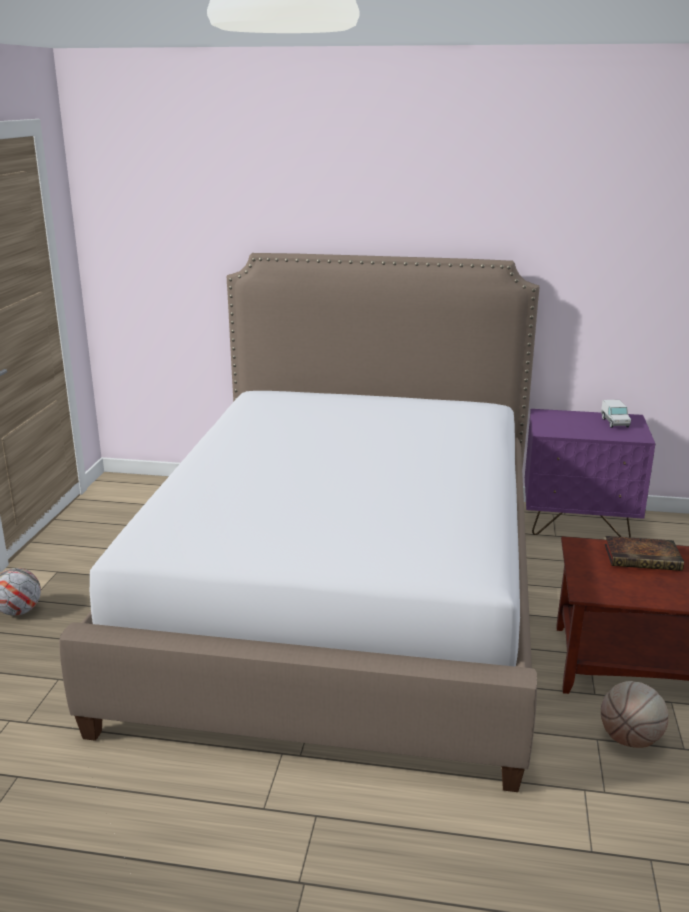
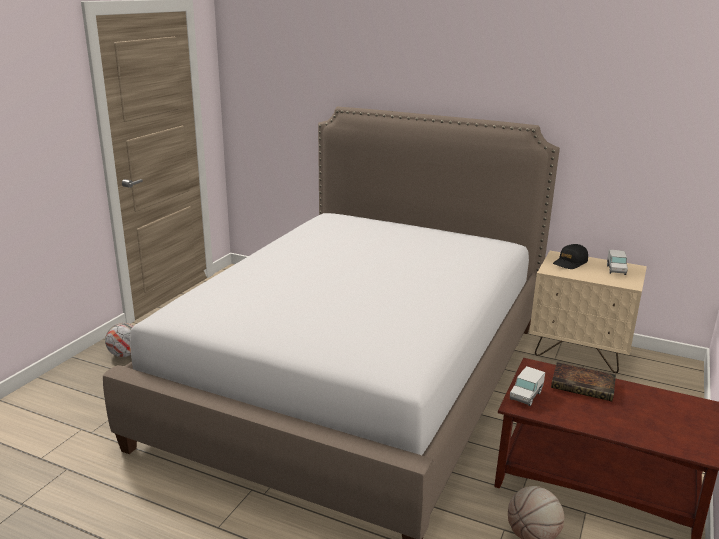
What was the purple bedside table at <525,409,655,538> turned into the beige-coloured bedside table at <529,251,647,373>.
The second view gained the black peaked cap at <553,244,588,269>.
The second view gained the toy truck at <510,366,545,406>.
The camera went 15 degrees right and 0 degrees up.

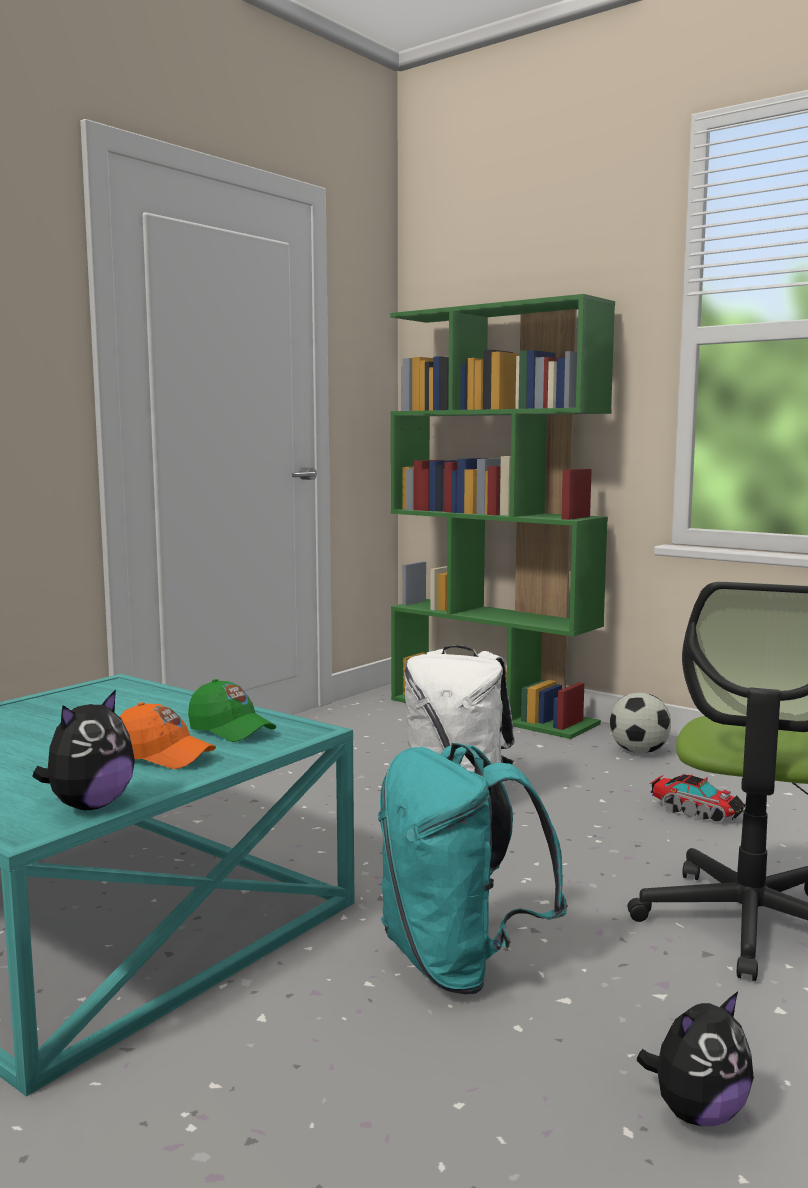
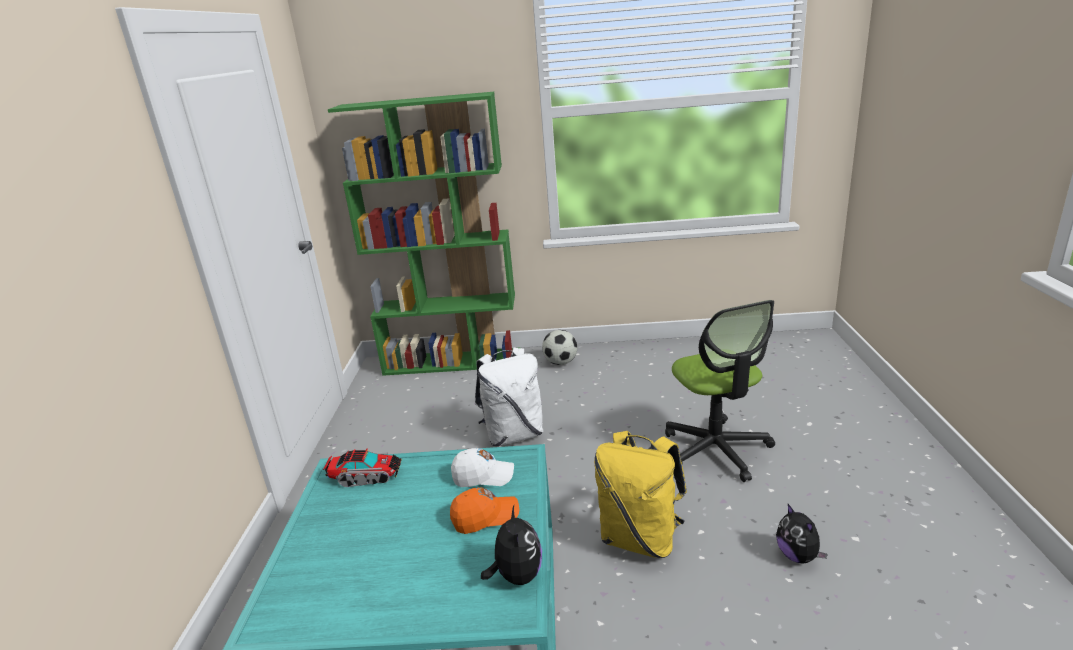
What was the greenish peaked cap at <188,679,276,742> turned into the whitish peaked cap at <451,448,514,487>.
What was the turquoise rucksack at <378,743,568,994> turned into the yellow rucksack at <594,431,687,558>.
The toy truck ended up elsewhere, having gone from <650,774,746,822> to <323,448,402,487>.
The soft toy at <637,992,754,1126> ended up facing another way, 135 degrees clockwise from before.
The camera went 35 degrees left and 15 degrees up.

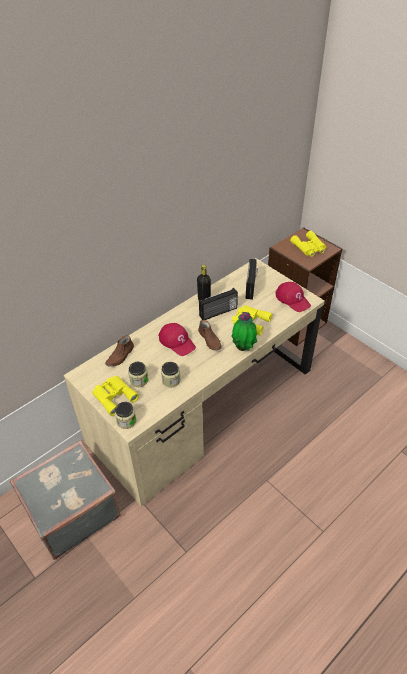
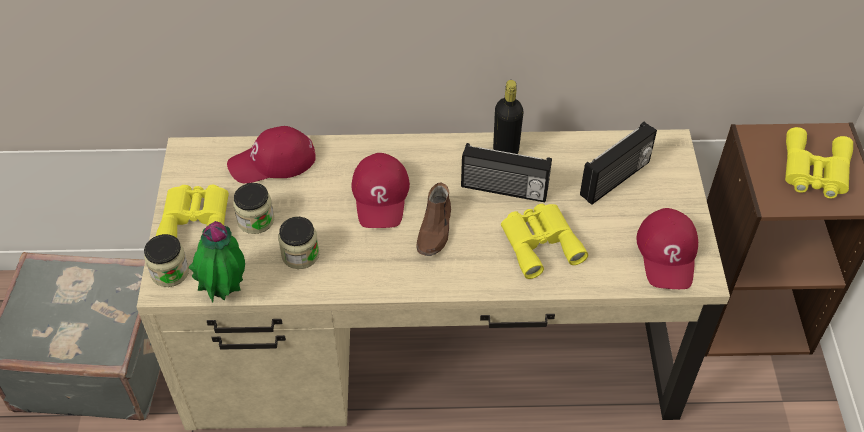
The potted plant ended up elsewhere, having gone from <231,312,258,351> to <189,221,245,303>.
Where the brownish shoe stood at <105,335,134,367>, the red peaked cap came to stand at <227,126,316,183>.
The camera went 40 degrees right and 5 degrees up.

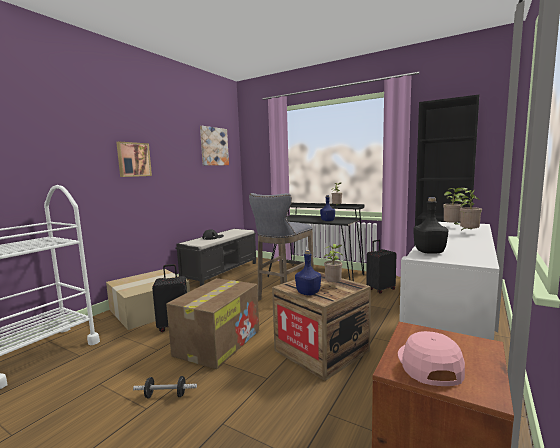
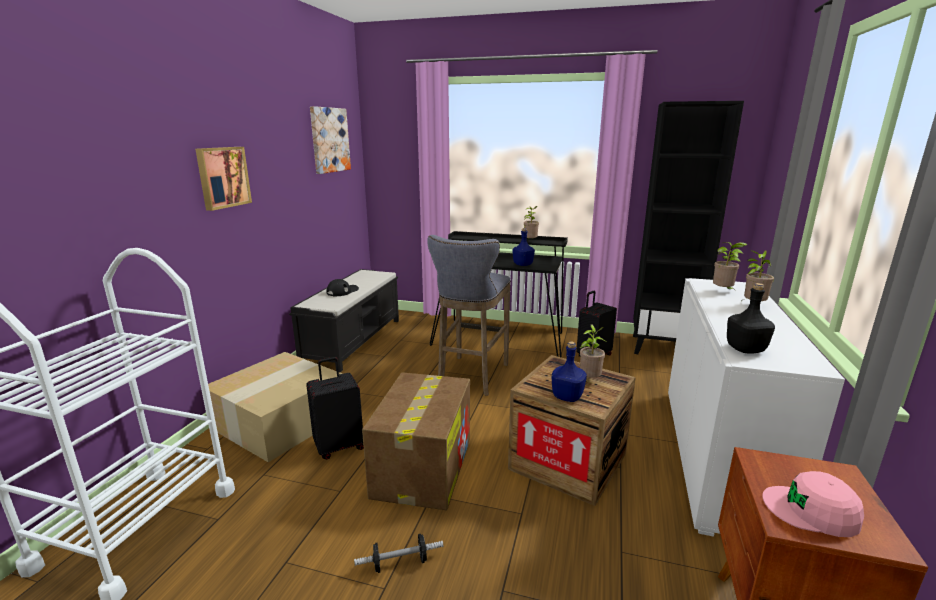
The pink peaked cap at <398,331,465,386> ended up facing another way, 60 degrees counterclockwise from before.
The camera went 15 degrees left and 10 degrees up.

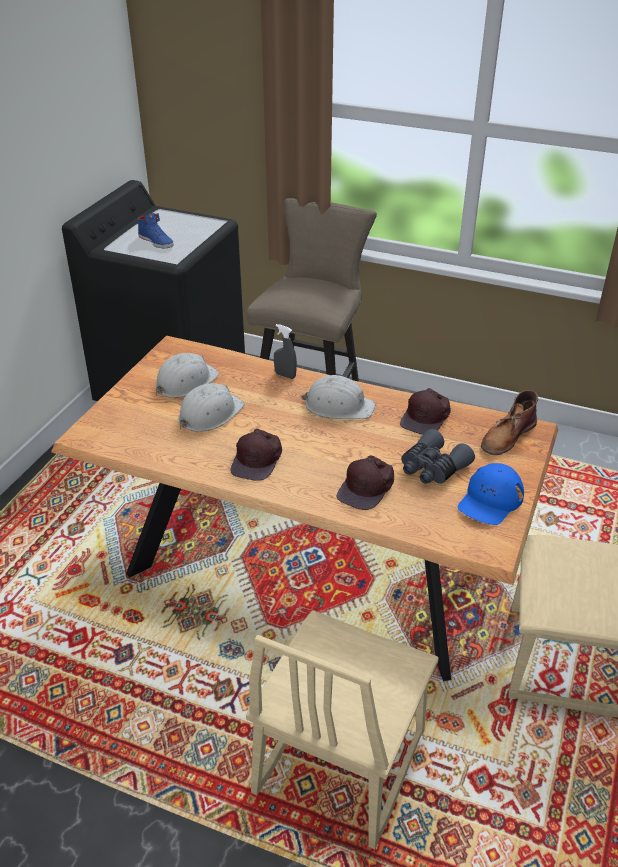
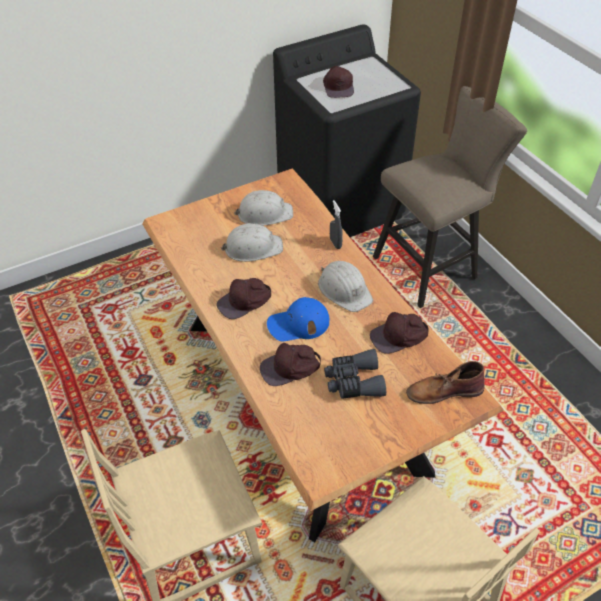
Where the blue-coloured shoe stood at <137,213,174,248>, the brownish peaked cap came to stand at <323,66,354,98>.
The blue-coloured peaked cap ended up elsewhere, having gone from <458,463,524,525> to <267,297,329,341>.
The camera went 40 degrees right and 10 degrees up.

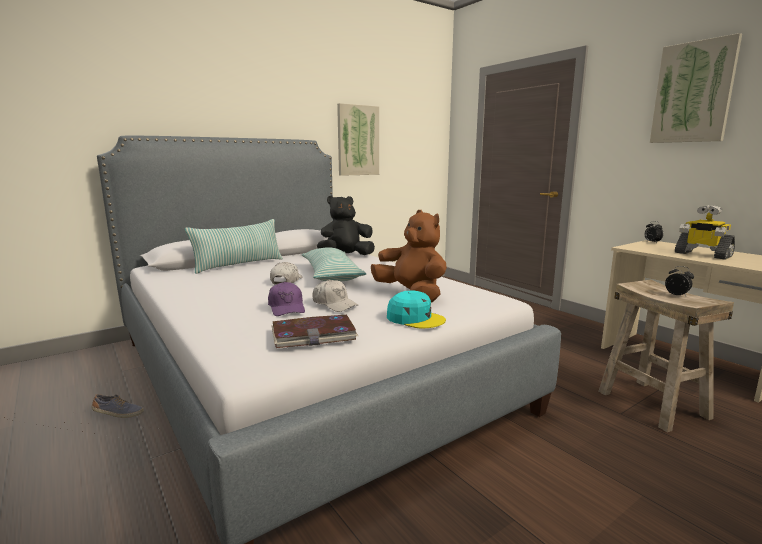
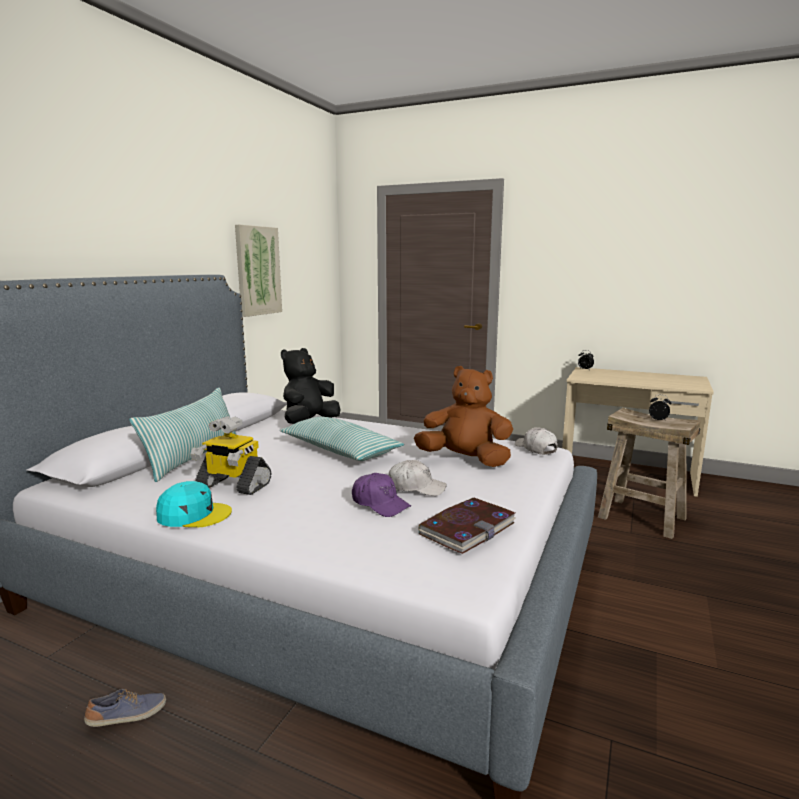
The second view lost the wall art at <650,33,742,143>.
The model robot ended up elsewhere, having gone from <675,205,735,260> to <190,416,271,495>.
The whitish peaked cap ended up elsewhere, having gone from <270,262,303,284> to <515,427,557,455>.
The turquoise peaked cap ended up elsewhere, having gone from <387,291,446,328> to <156,481,232,528>.
The camera went 30 degrees left and 0 degrees up.

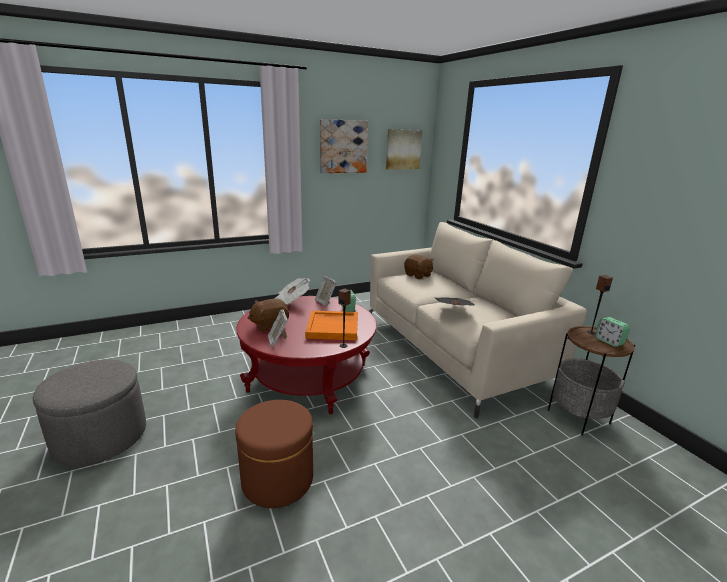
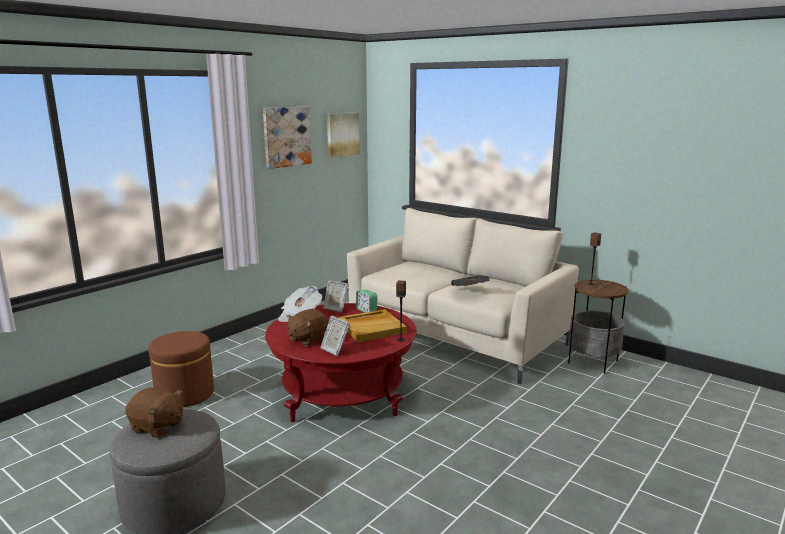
The brownish soft toy ended up elsewhere, having gone from <404,254,434,279> to <125,387,183,438>.
What was the orangey serving tray at <305,311,358,340> turned into the beige-coloured serving tray at <339,309,407,342>.
The second view lost the table clock at <595,317,630,347>.
The brownish footrest ended up elsewhere, having gone from <235,400,313,508> to <148,331,214,407>.
The camera went 25 degrees left and 5 degrees down.

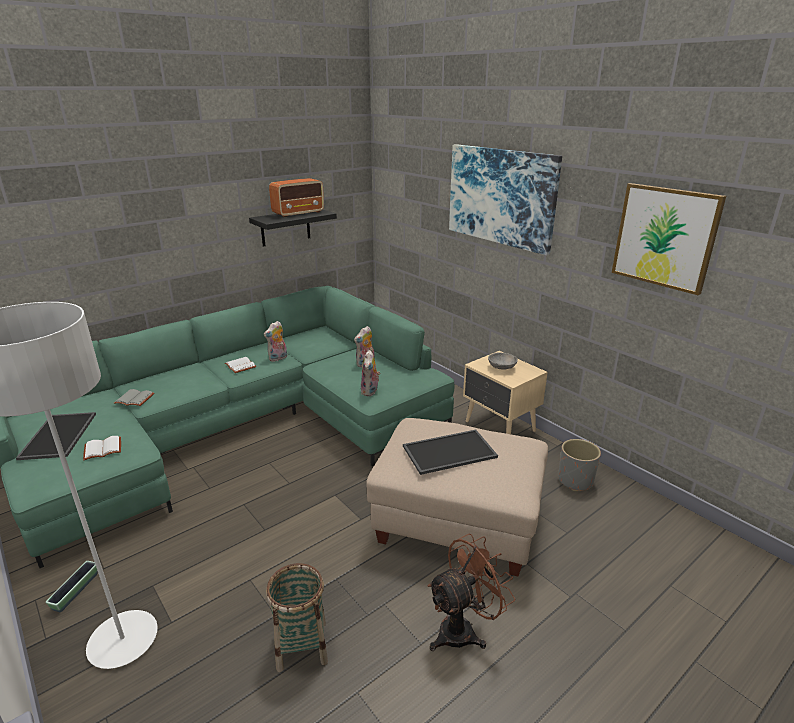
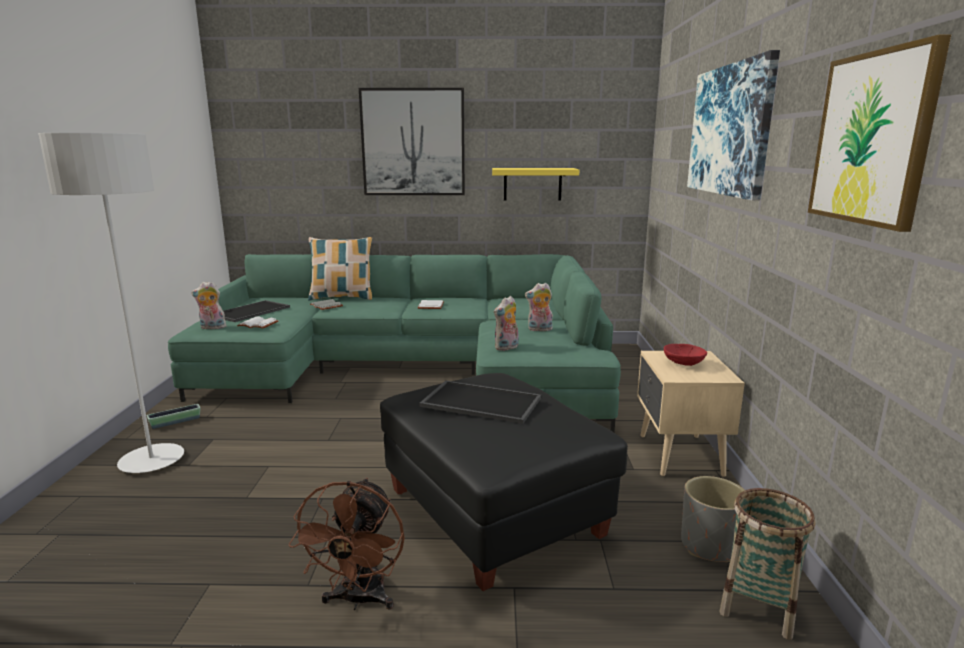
The second view lost the radio at <269,178,324,217>.
What was the black shelf at <249,210,337,247> turned into the yellow shelf at <492,168,579,201>.
The soft toy ended up elsewhere, having gone from <264,321,287,362> to <191,281,228,329>.
What was the grey bowl at <488,352,518,369> turned into the red bowl at <664,344,707,366>.
What was the beige-coloured footrest at <366,418,548,577> turned into the black footrest at <380,373,628,591>.
The brownish electric fan at <427,534,515,651> ended up facing another way, 90 degrees clockwise from before.
The household basket ended up elsewhere, having gone from <266,563,328,672> to <719,488,816,640>.
The second view gained the wall art at <359,88,465,195>.
The second view gained the cushion at <308,237,372,301>.
The camera went 40 degrees right and 10 degrees down.

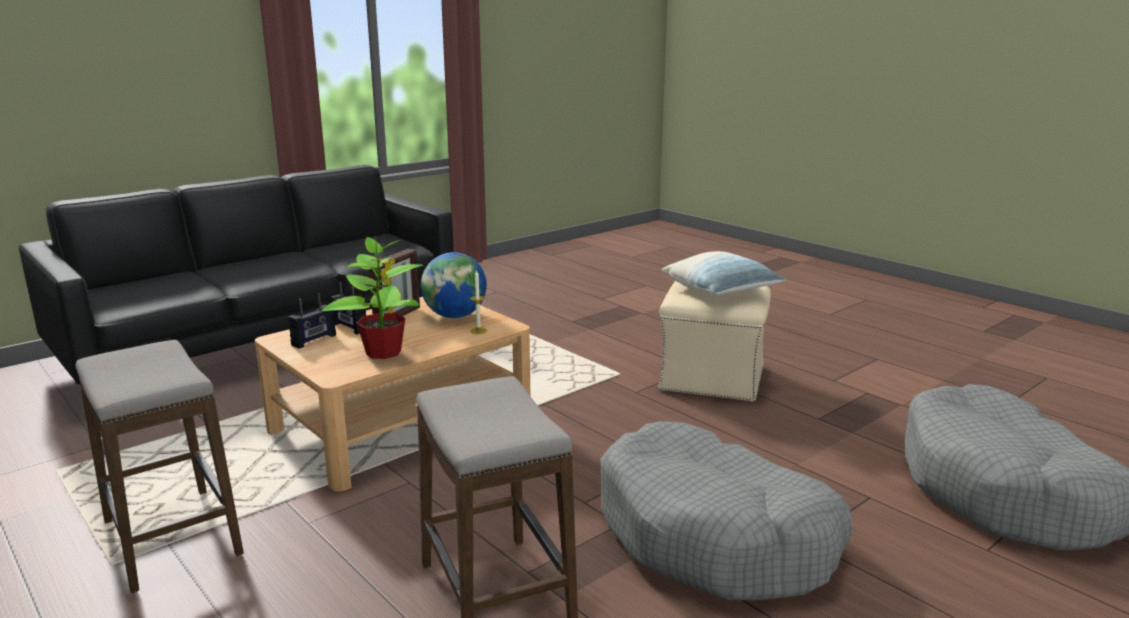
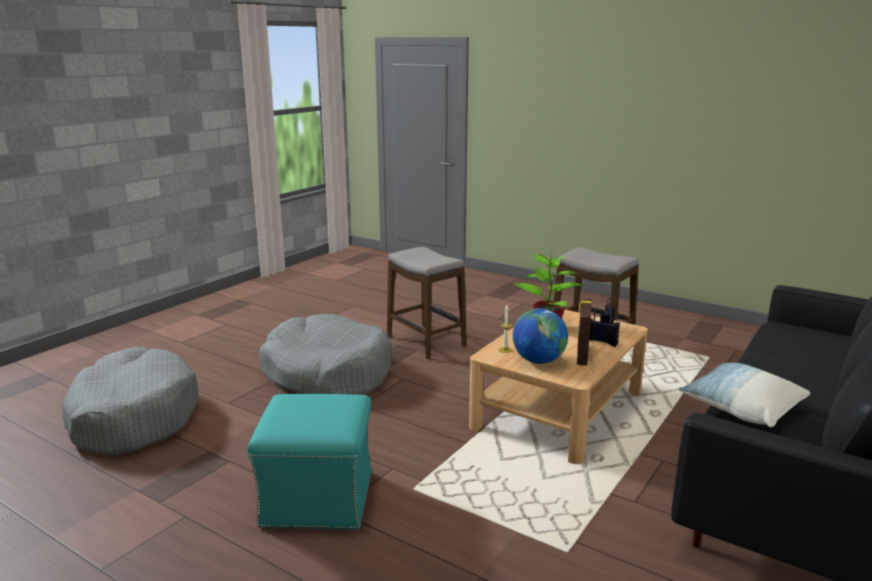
The cushion ended up elsewhere, having gone from <661,251,786,295> to <678,363,810,428>.
What was the beige-coloured footrest at <658,281,771,402> turned into the turquoise footrest at <248,394,372,530>.
The camera went 165 degrees right and 0 degrees up.

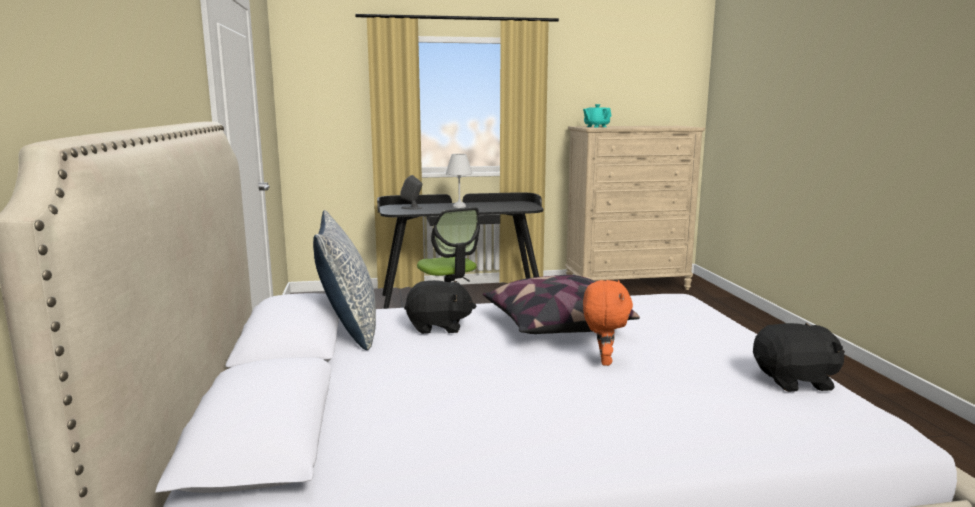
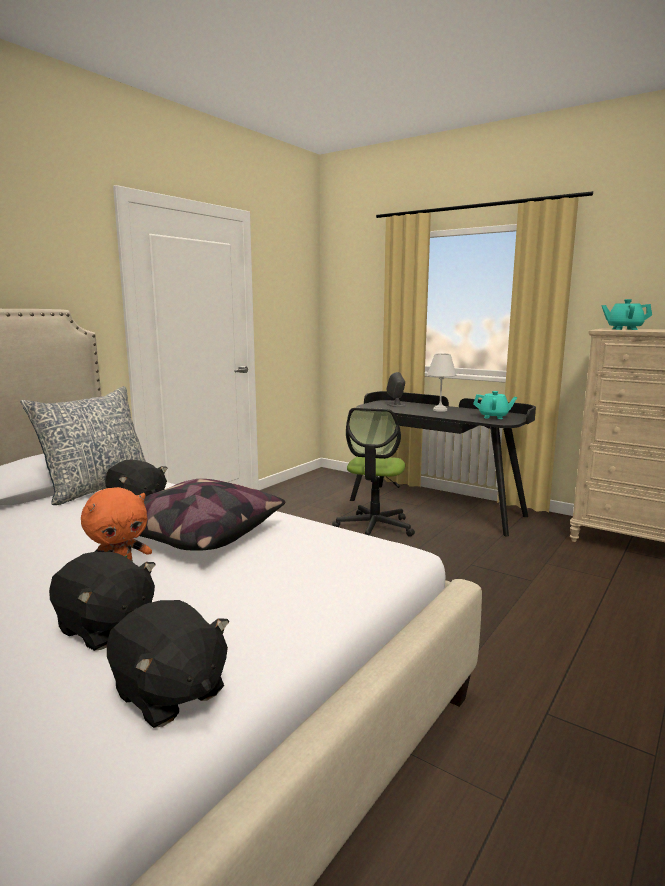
The second view gained the turquoise pot for tea at <473,391,517,419>.
The second view gained the black soft toy at <49,552,156,651>.
The camera went 45 degrees right and 0 degrees up.

